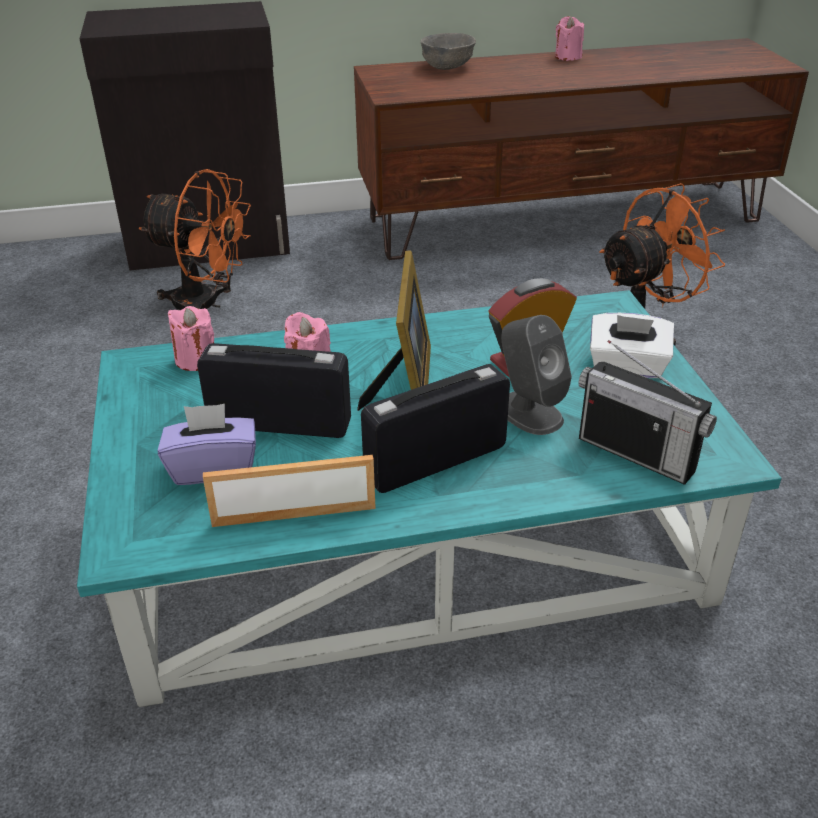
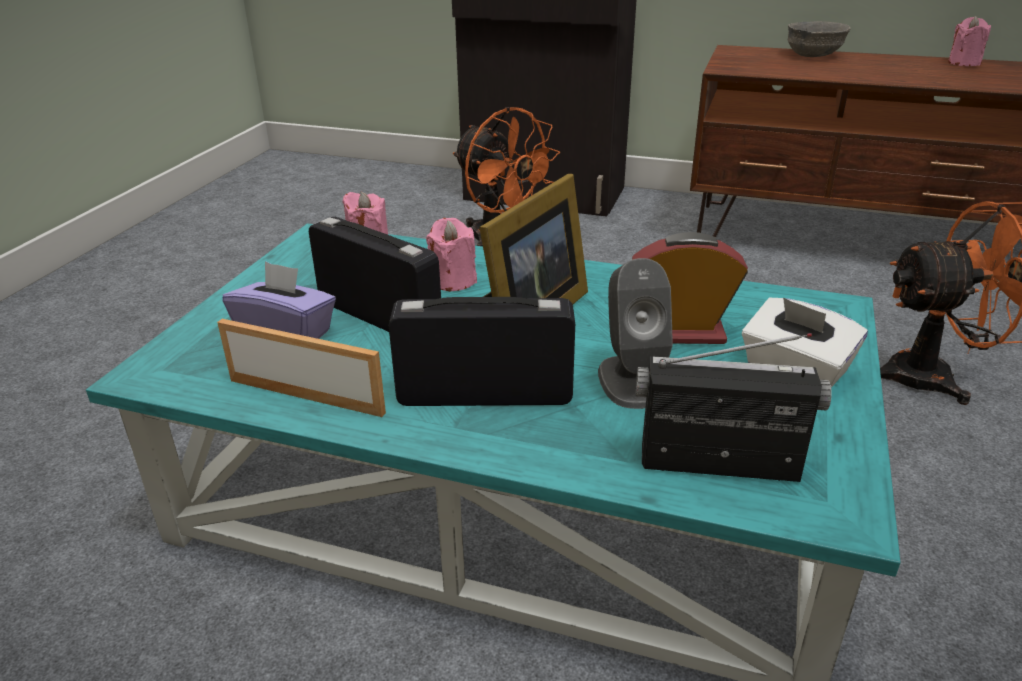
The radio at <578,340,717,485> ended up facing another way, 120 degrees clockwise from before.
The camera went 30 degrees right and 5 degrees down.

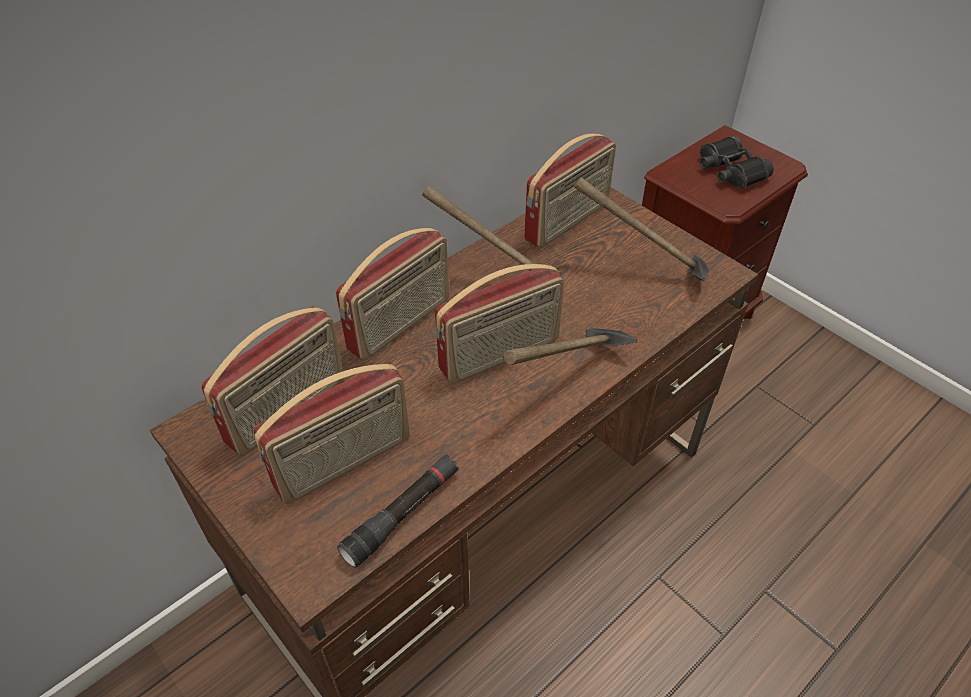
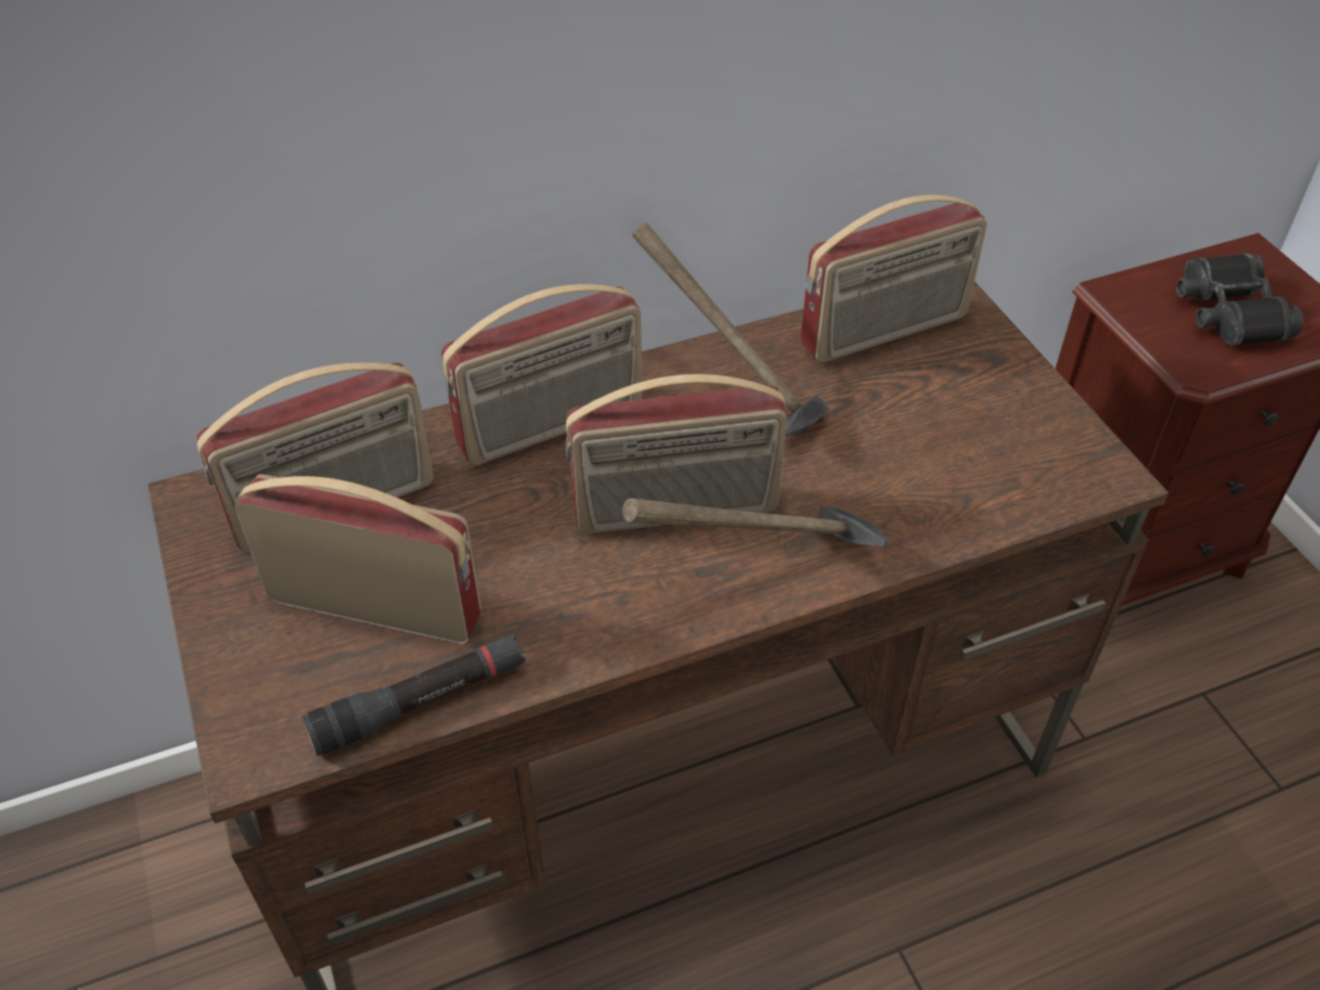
The second view lost the tool hammer at <574,177,709,281>.
The radio at <253,362,410,504> ended up facing another way, 150 degrees counterclockwise from before.
The camera went 20 degrees right and 0 degrees up.

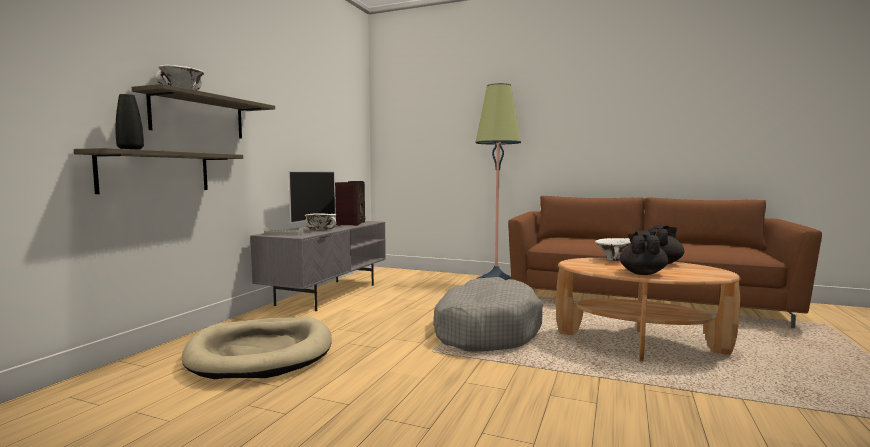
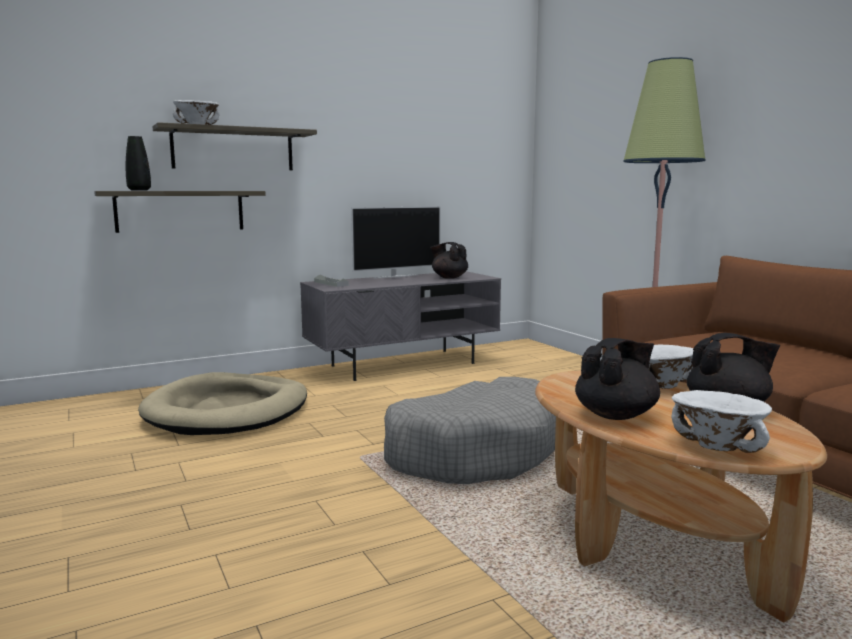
Where the radio stood at <335,181,365,226>, the black pot for tea came to stand at <430,242,468,279>.
The whitish bowl ended up elsewhere, having gone from <305,213,337,230> to <671,390,772,453>.
The camera went 40 degrees right and 5 degrees up.

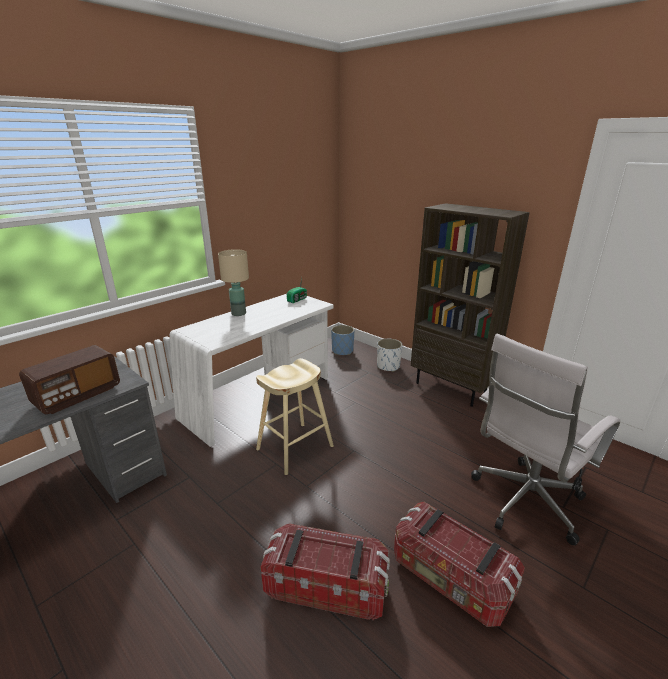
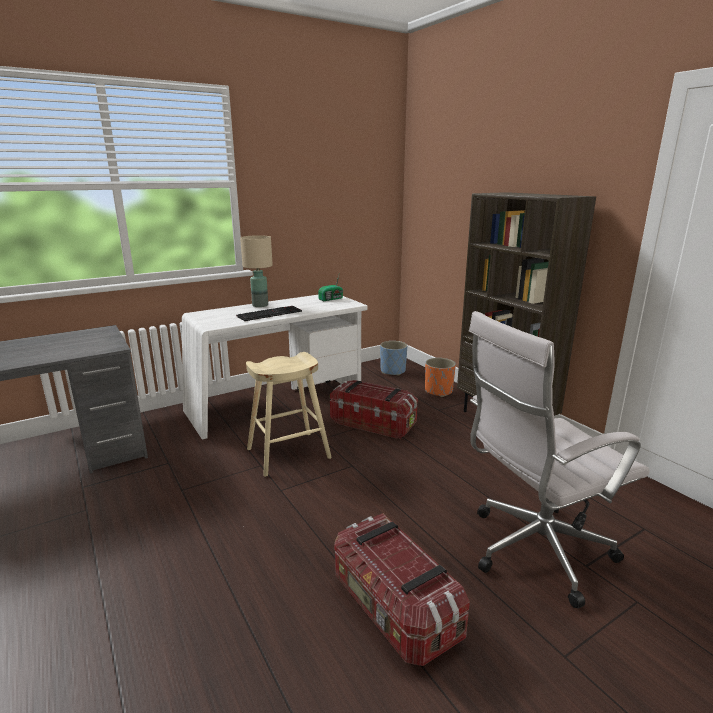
What was the whitish flower pot at <377,339,402,372> turned into the orangey flower pot at <425,358,456,397>.
The second view lost the radio at <19,345,120,414>.
The storage container ended up elsewhere, having gone from <260,523,390,621> to <330,380,418,439>.
The second view gained the PC keyboard at <236,306,302,321>.
The camera went 15 degrees right and 5 degrees down.

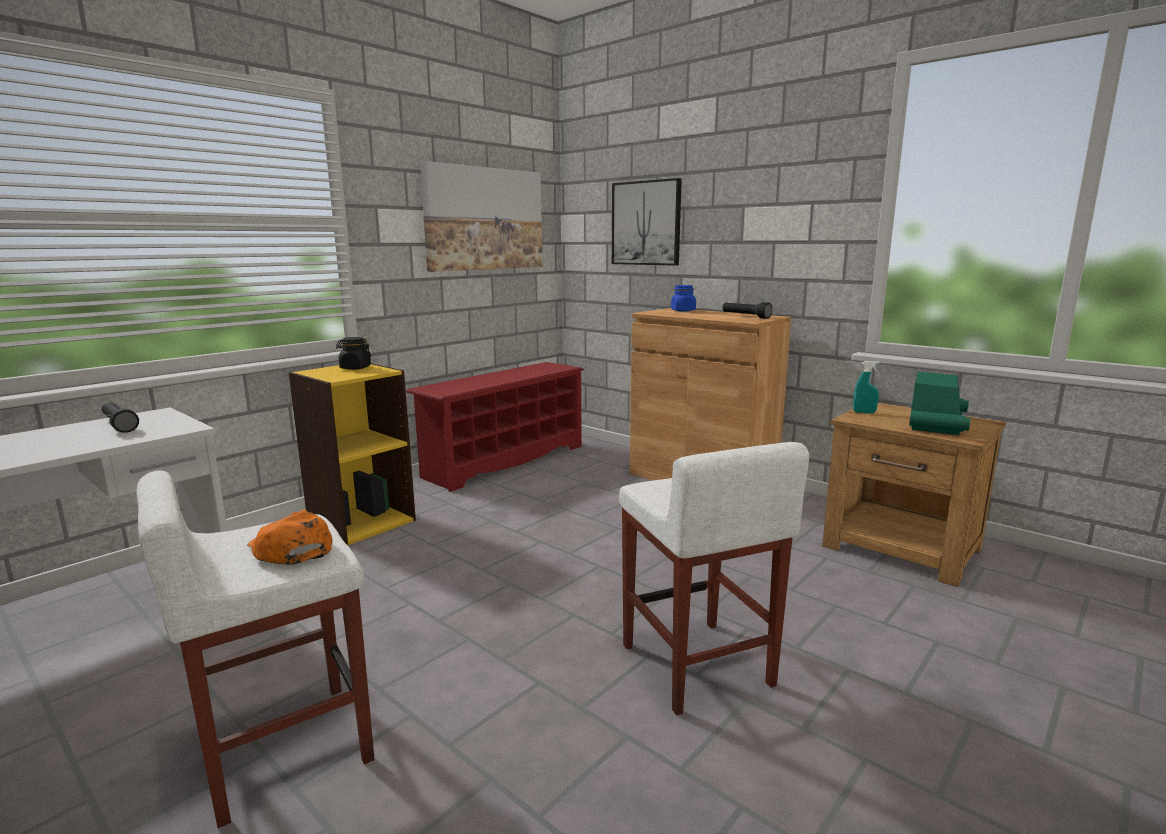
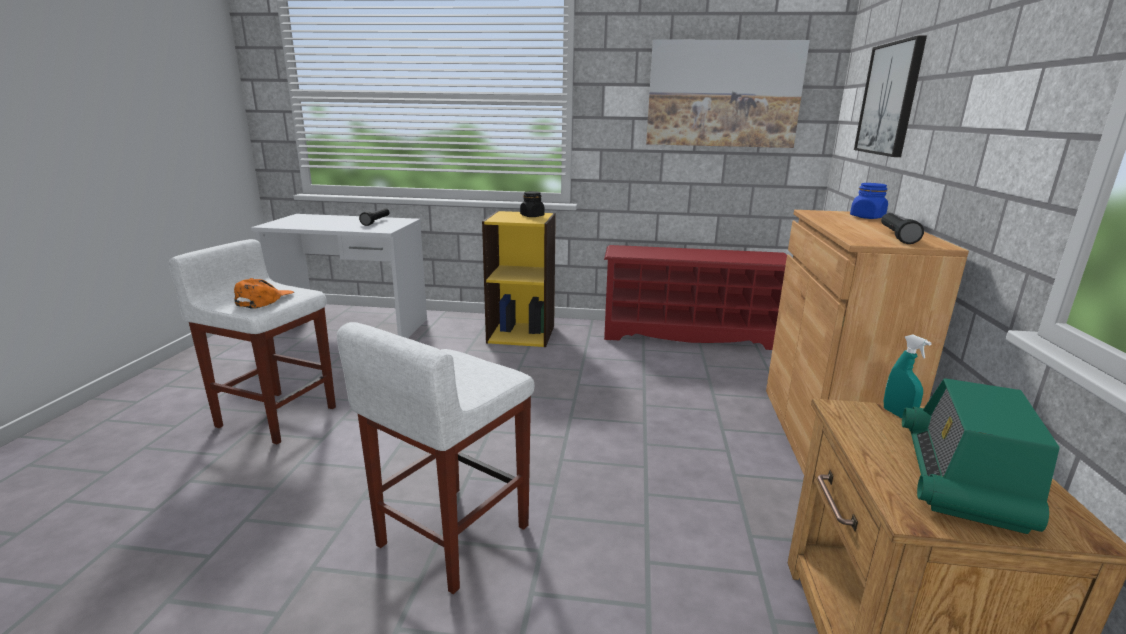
The radio at <909,372,970,435> ended up facing another way, 120 degrees clockwise from before.
The camera went 55 degrees right and 5 degrees up.

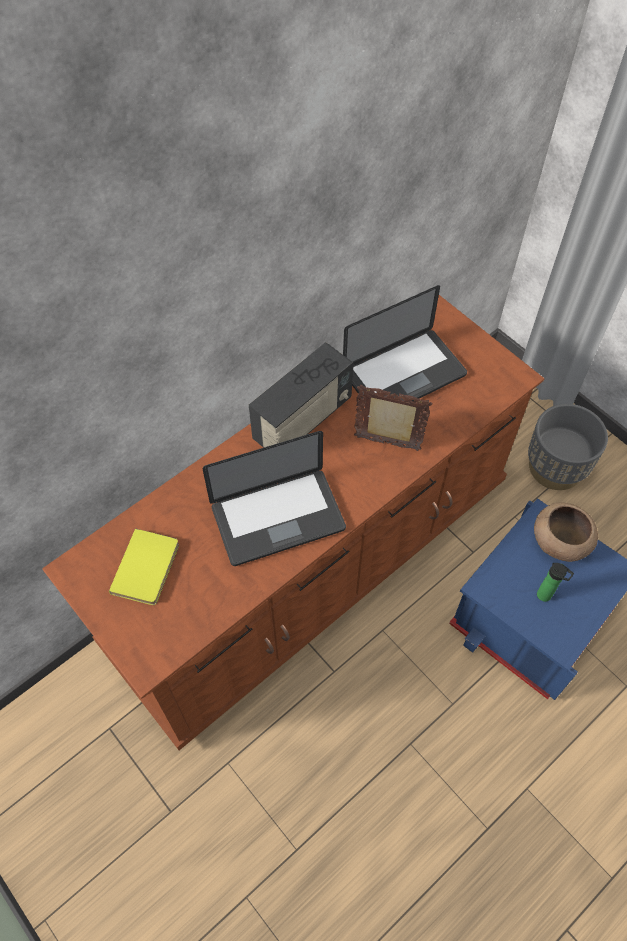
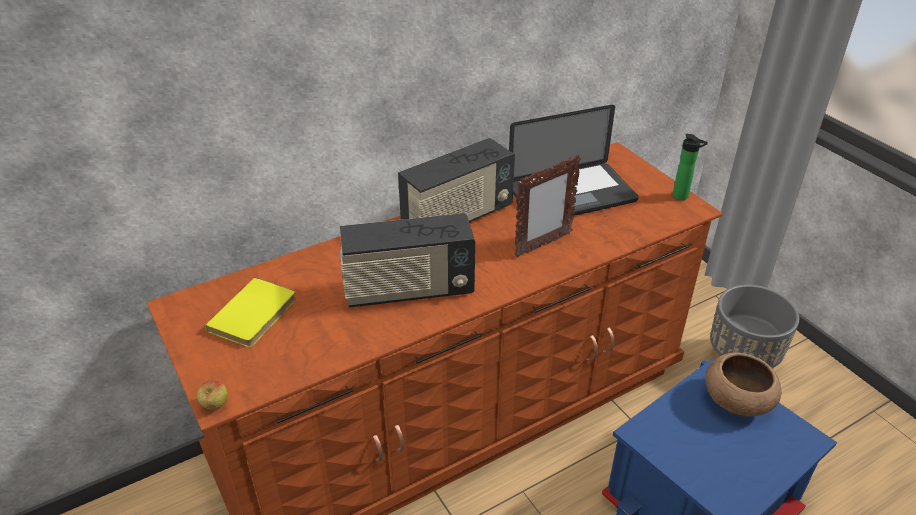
The picture frame at <354,385,432,451> ended up facing another way, 120 degrees clockwise from before.
Where the notebook computer stood at <203,431,346,566>, the radio came to stand at <340,213,475,308>.
The drink bottle ended up elsewhere, having gone from <537,563,574,602> to <672,134,708,200>.
The second view gained the apple fruit at <197,380,228,409>.
The camera went 10 degrees right and 20 degrees down.

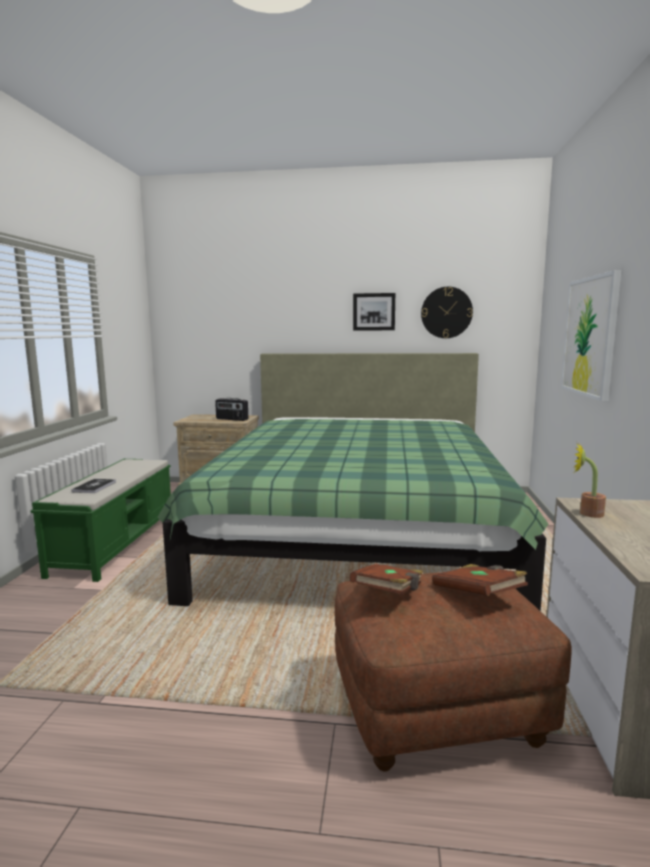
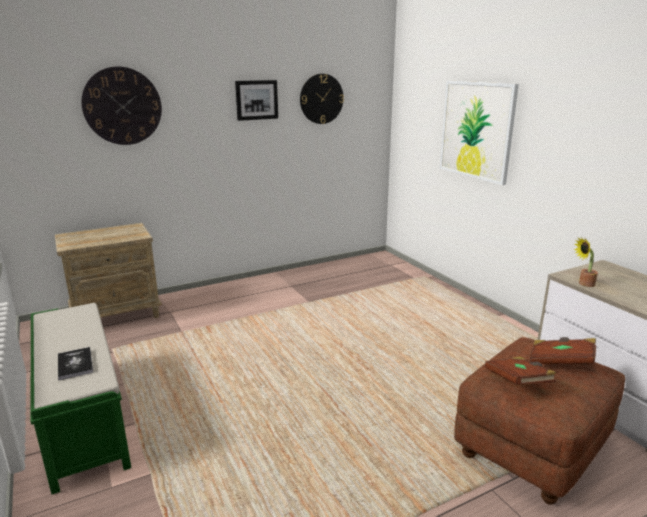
The second view lost the greenish bed at <157,353,548,611>.
The second view lost the radio at <215,398,248,421>.
The second view gained the wall clock at <81,66,162,145>.
The camera went 35 degrees left and 10 degrees up.

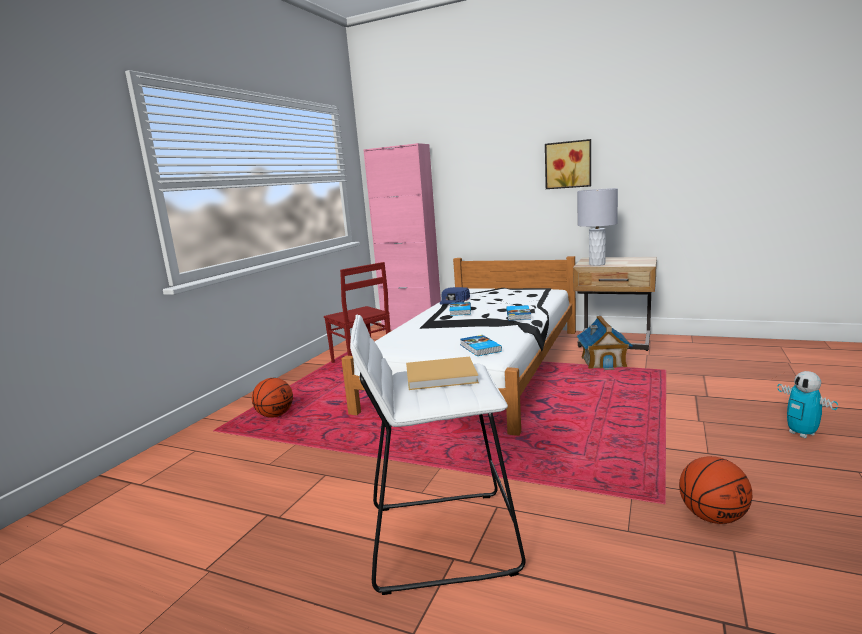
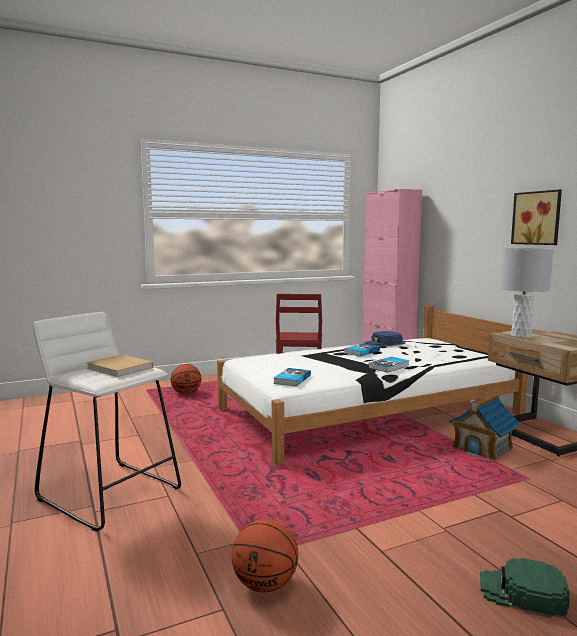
Where the model robot stood at <777,371,838,438>, the greenish peaked cap came to stand at <480,558,570,619>.
The camera went 40 degrees right and 5 degrees down.

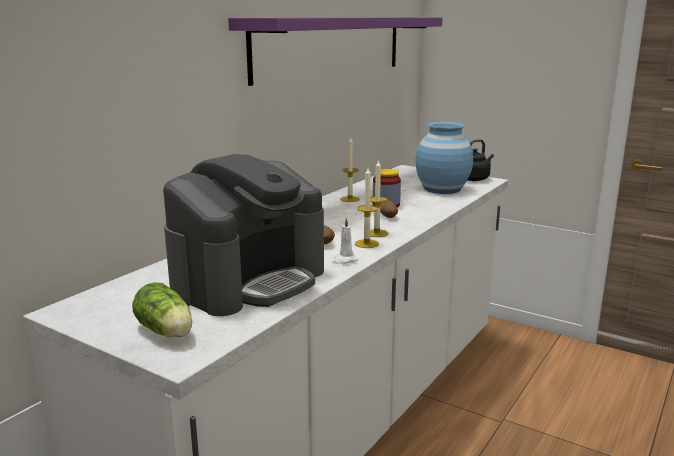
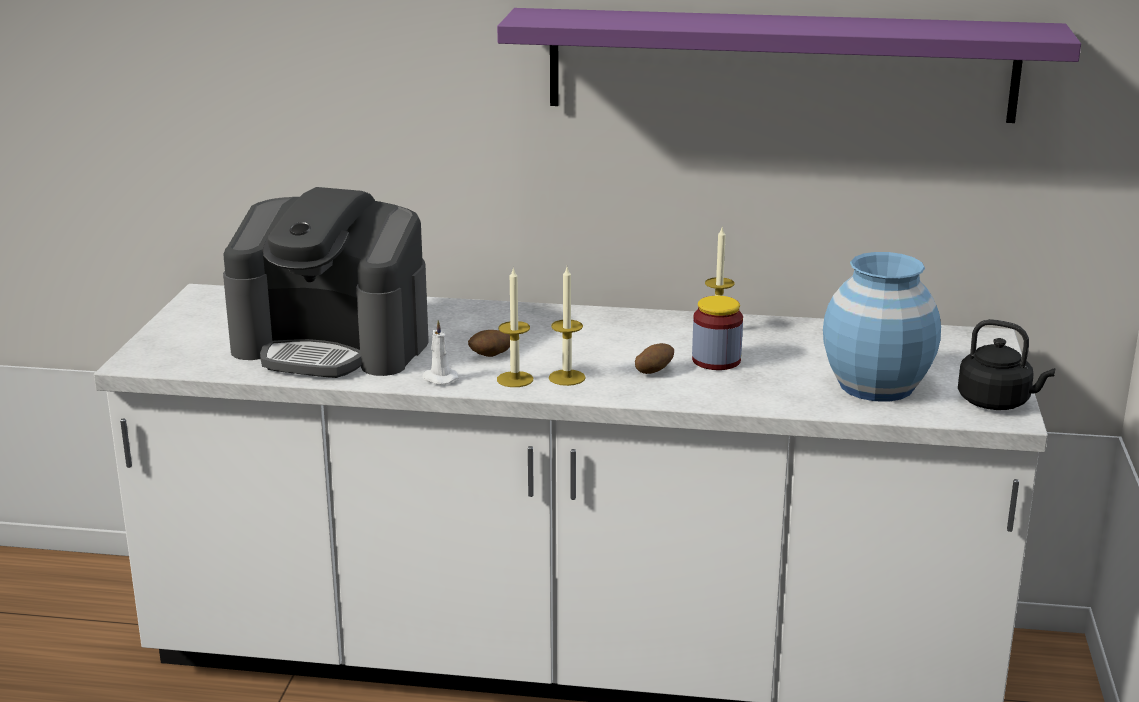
The second view lost the lettuce at <132,282,192,338>.
The camera went 65 degrees right and 5 degrees up.

